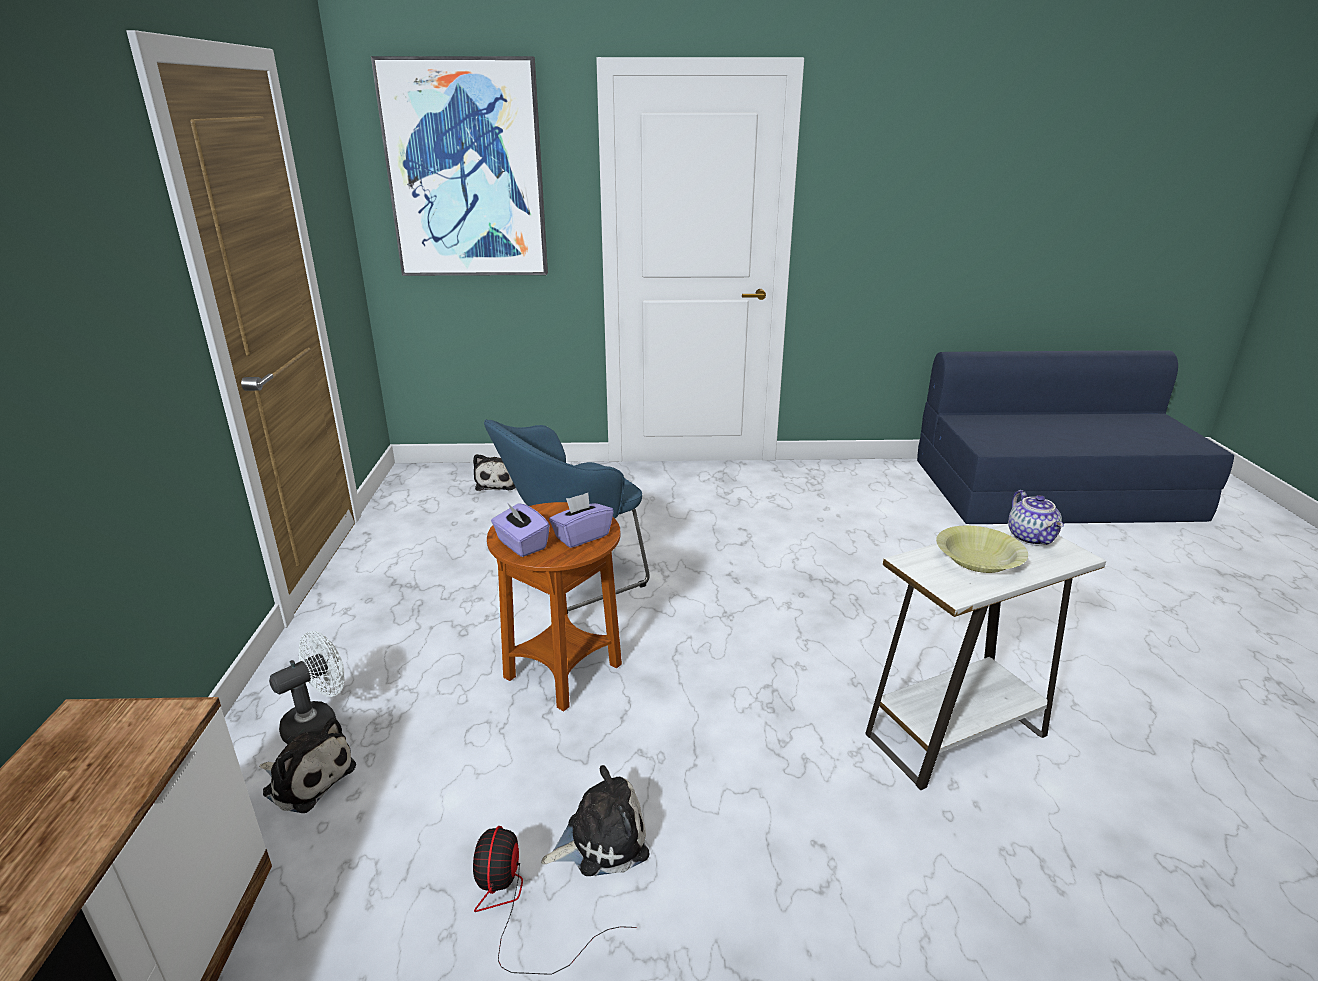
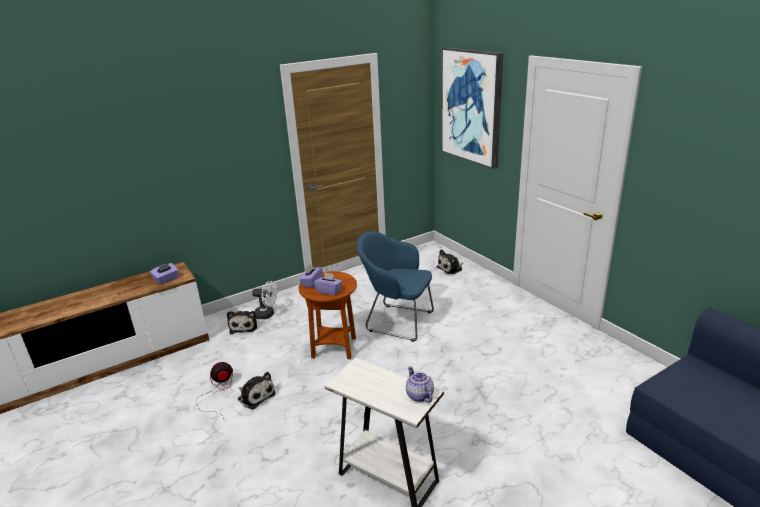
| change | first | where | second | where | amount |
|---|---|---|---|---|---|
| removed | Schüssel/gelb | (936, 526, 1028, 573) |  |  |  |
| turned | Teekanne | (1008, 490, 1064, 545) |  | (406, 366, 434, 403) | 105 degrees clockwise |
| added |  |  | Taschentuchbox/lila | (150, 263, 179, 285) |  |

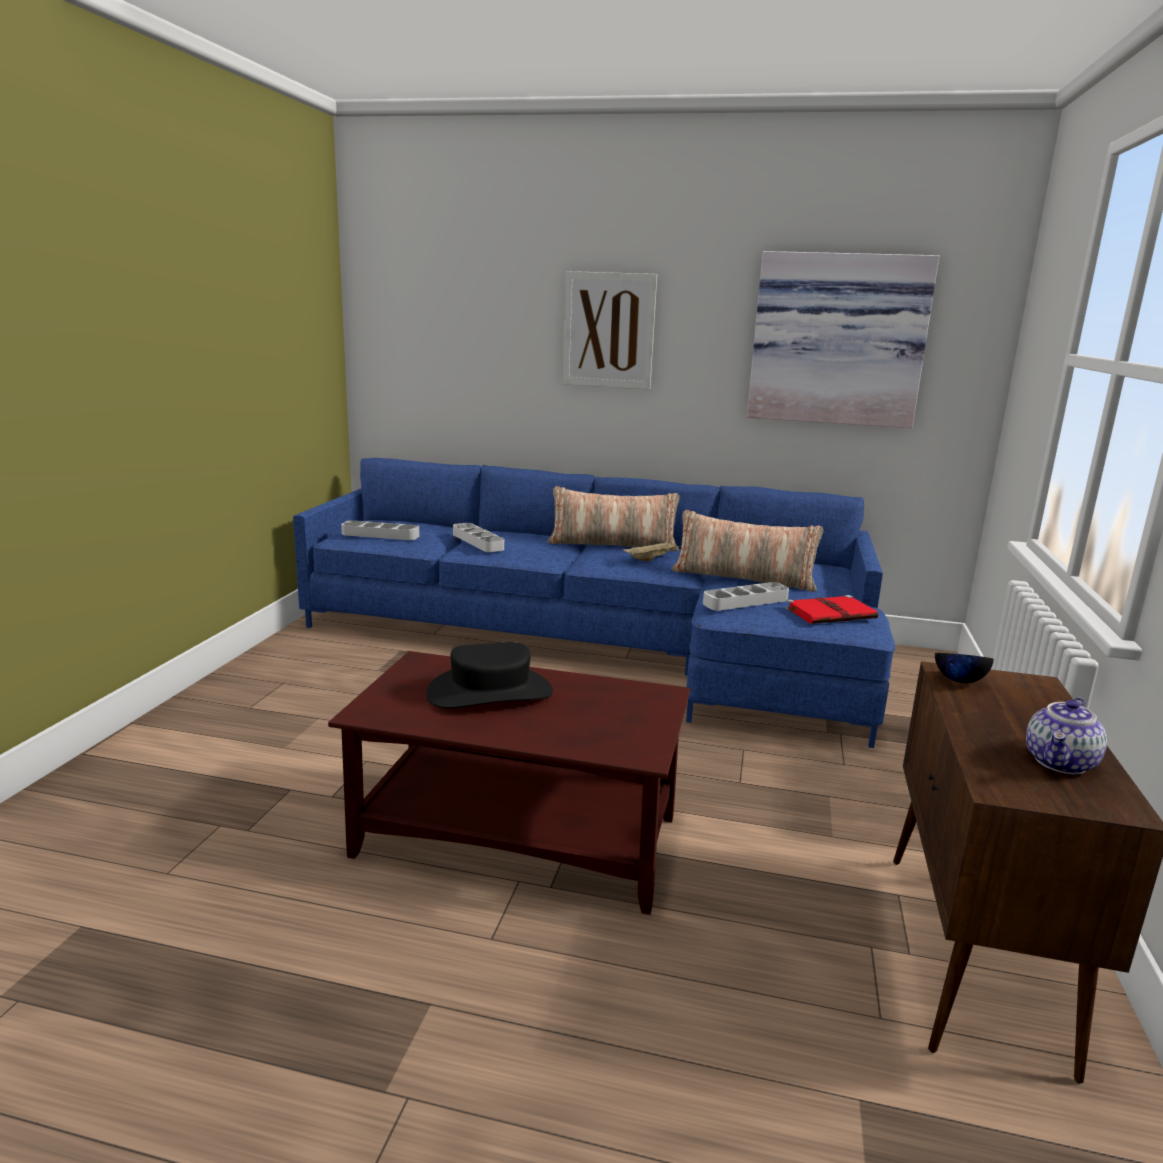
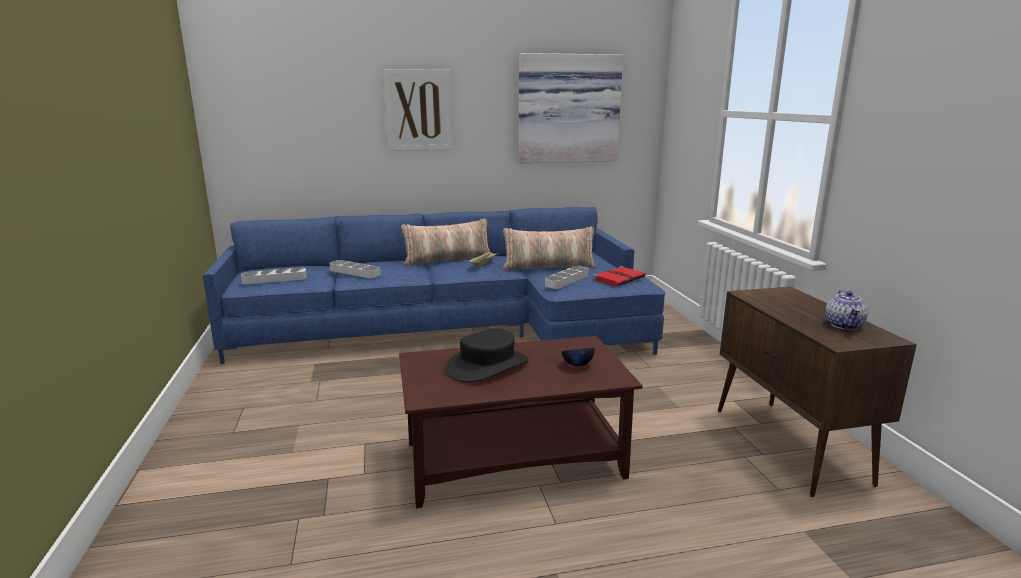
| change | first | where | second | where | amount |
|---|---|---|---|---|---|
| moved | Schüssel/schwarz | (935, 653, 994, 683) |  | (561, 348, 595, 366) |  |

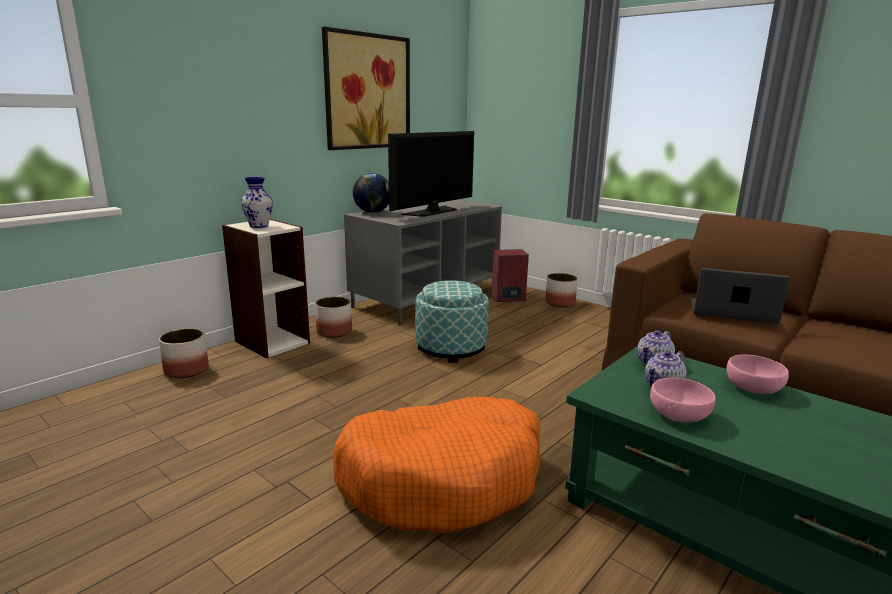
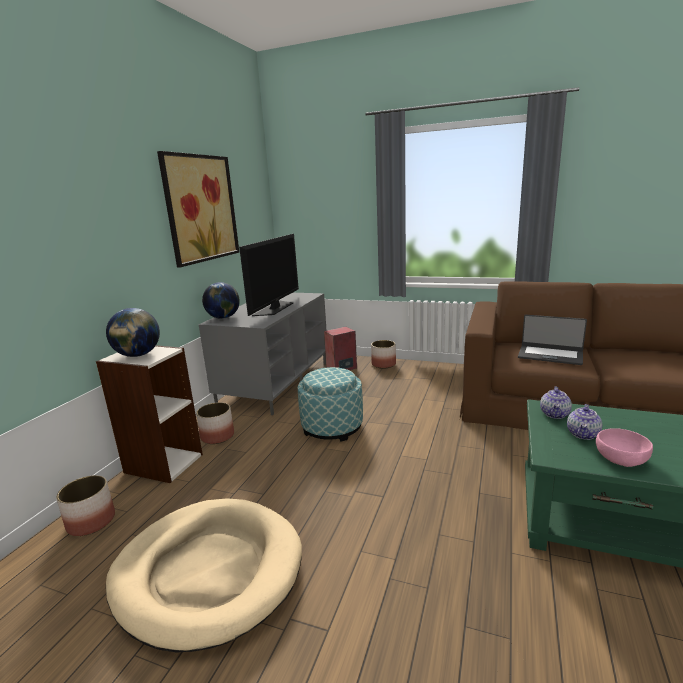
| change | first | where | second | where | amount |
|---|---|---|---|---|---|
| replaced | Vase | (241, 177, 273, 228) | Globus | (106, 308, 160, 357) |  |
| removed | Hundebett/orange | (333, 397, 540, 534) |  |  |  |
| turned | Laptop | (690, 268, 790, 324) |  | (518, 315, 587, 365) | 150 degrees counterclockwise |
| removed | Schüssel/rosa | (727, 354, 789, 394) |  |  |  |
| added |  |  | Hundebett/beige | (106, 498, 302, 653) |  |

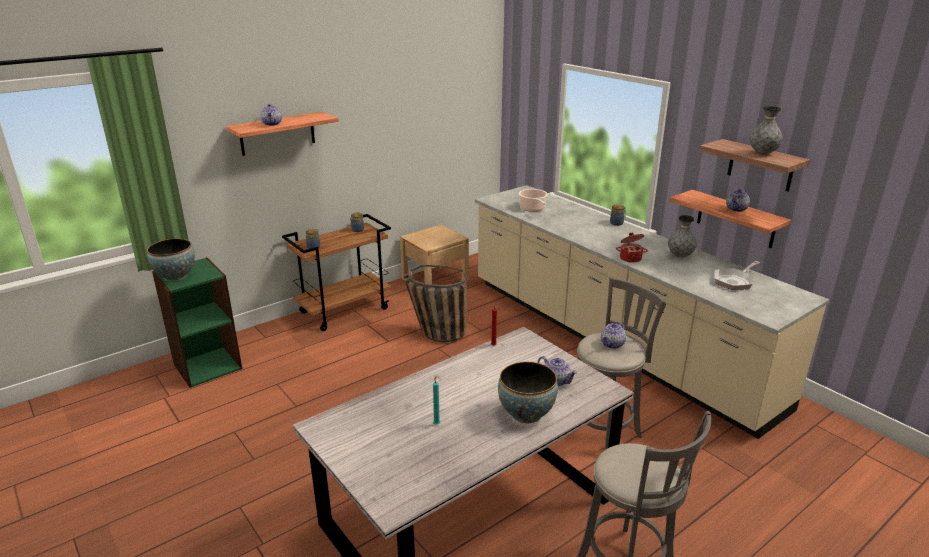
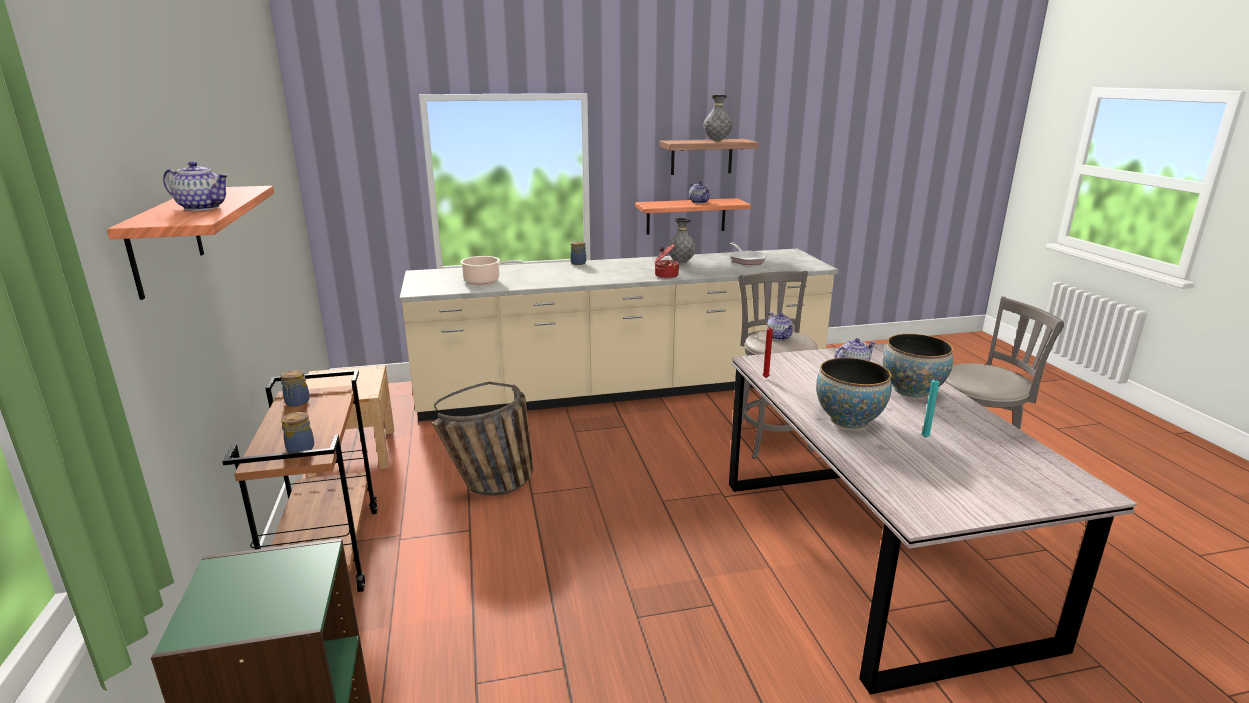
| change | first | where | second | where | amount |
|---|---|---|---|---|---|
| moved | Schüssel | (147, 239, 195, 281) |  | (816, 358, 892, 429) |  |

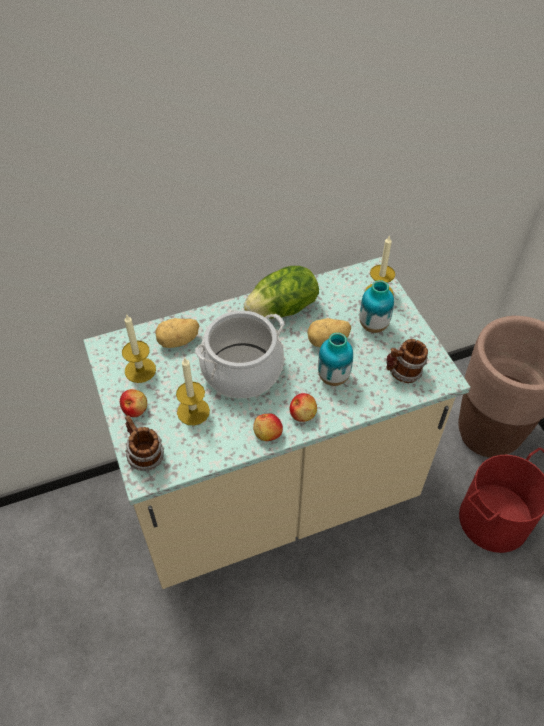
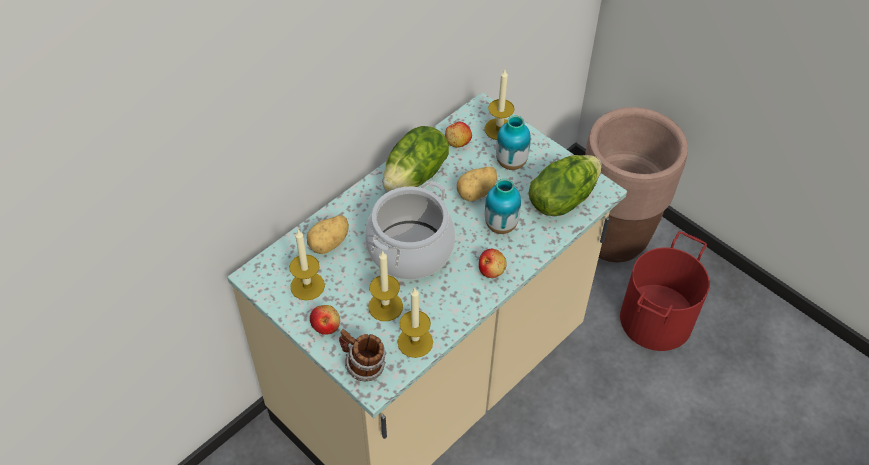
| change | first | where | second | where | amount |
|---|---|---|---|---|---|
| moved | Apfel | (253, 413, 283, 441) |  | (445, 121, 472, 147) |  |
| replaced | Henkelbecher | (386, 339, 428, 383) | Salatkopf | (528, 155, 602, 216) |  |
| added |  |  | Kerze | (397, 287, 433, 358) |  |

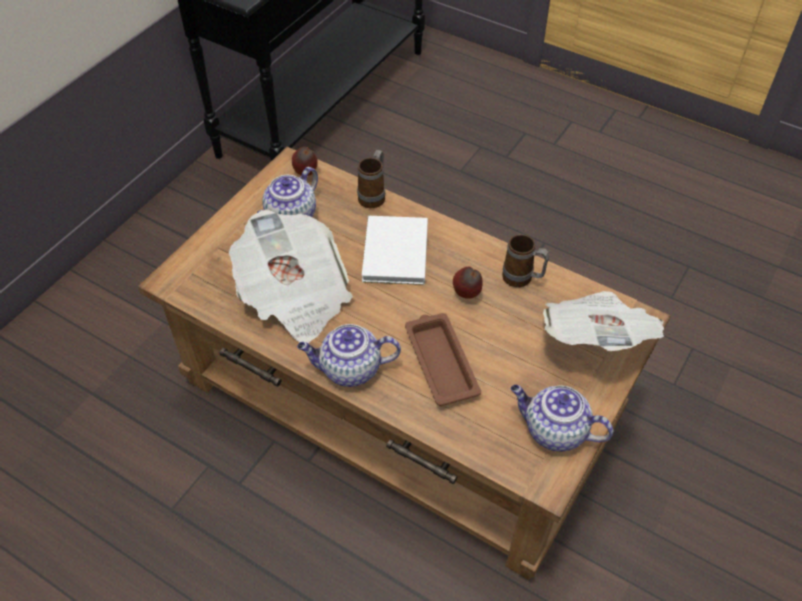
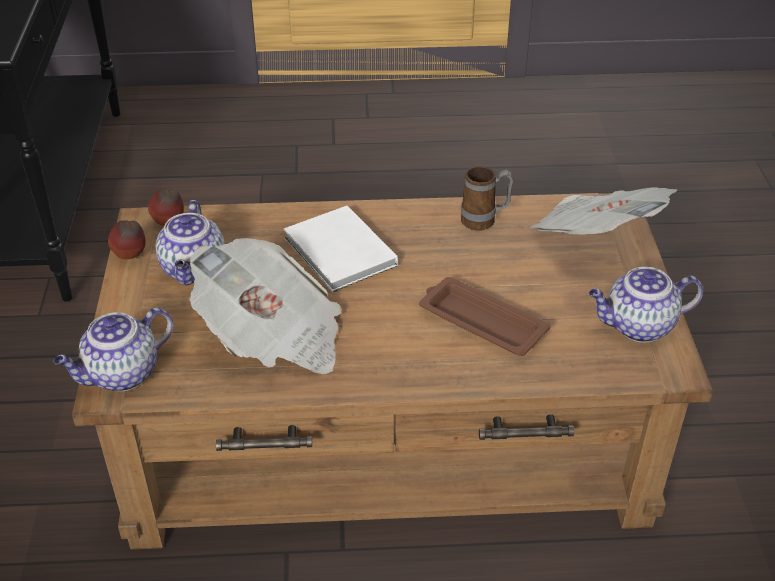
| change | first | where | second | where | amount |
|---|---|---|---|---|---|
| moved | Teekanne | (297, 324, 401, 387) |  | (54, 308, 173, 391) |  |
| removed | Henkelbecher | (357, 150, 385, 208) |  |  |  |
| moved | Apfel | (453, 267, 483, 299) |  | (108, 220, 146, 259) |  |

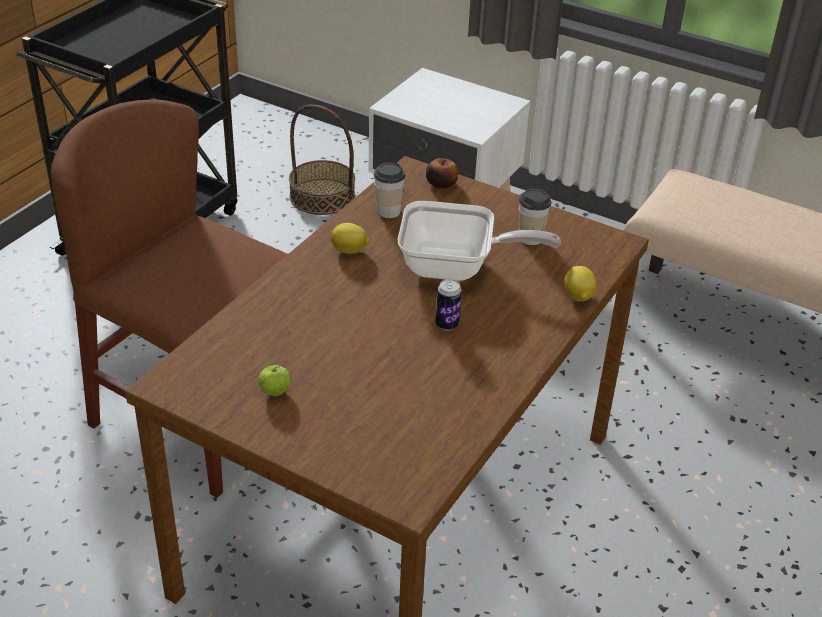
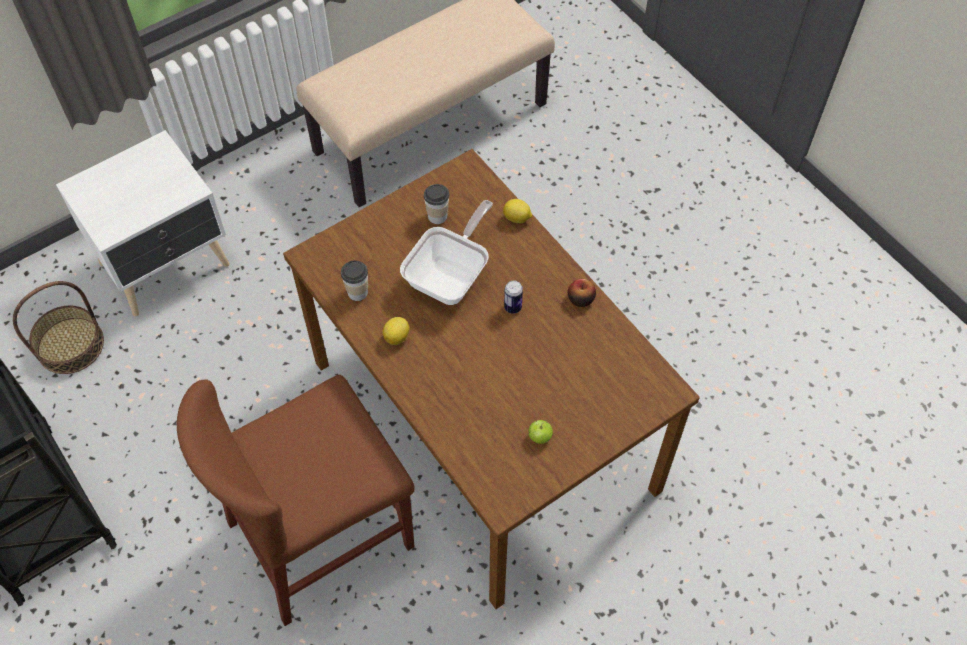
| change | first | where | second | where | amount |
|---|---|---|---|---|---|
| moved | Apfel | (426, 158, 458, 189) |  | (568, 279, 596, 307) |  |

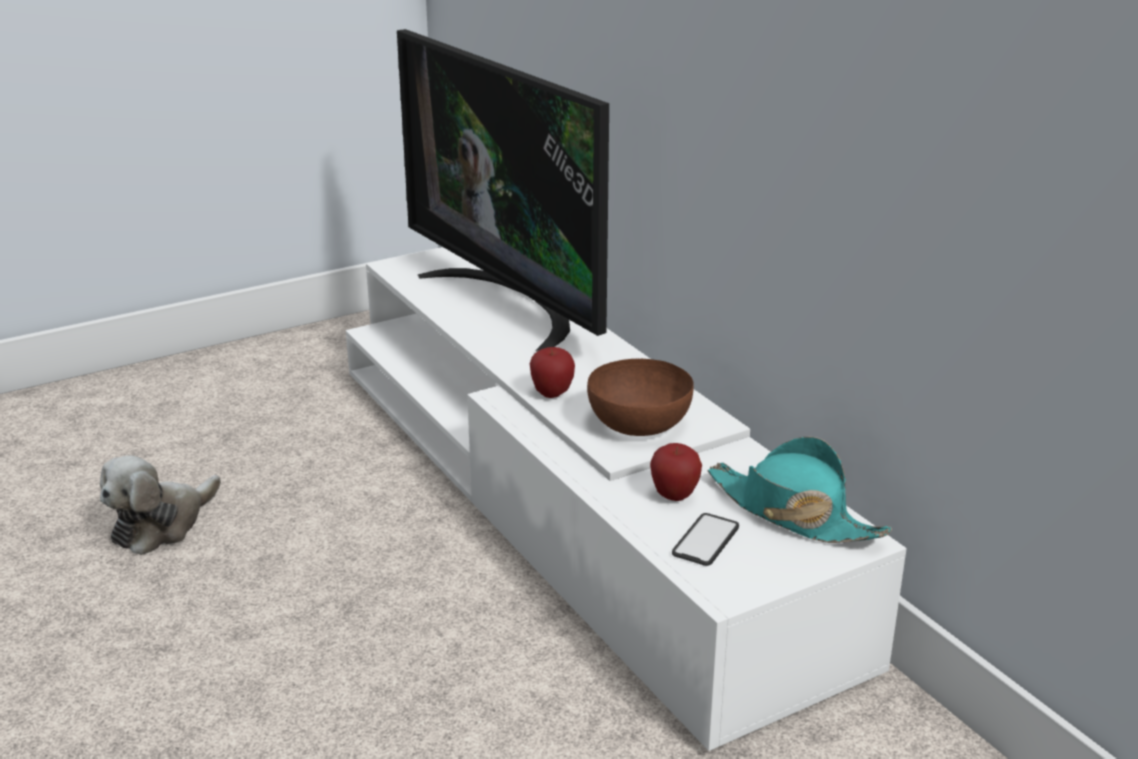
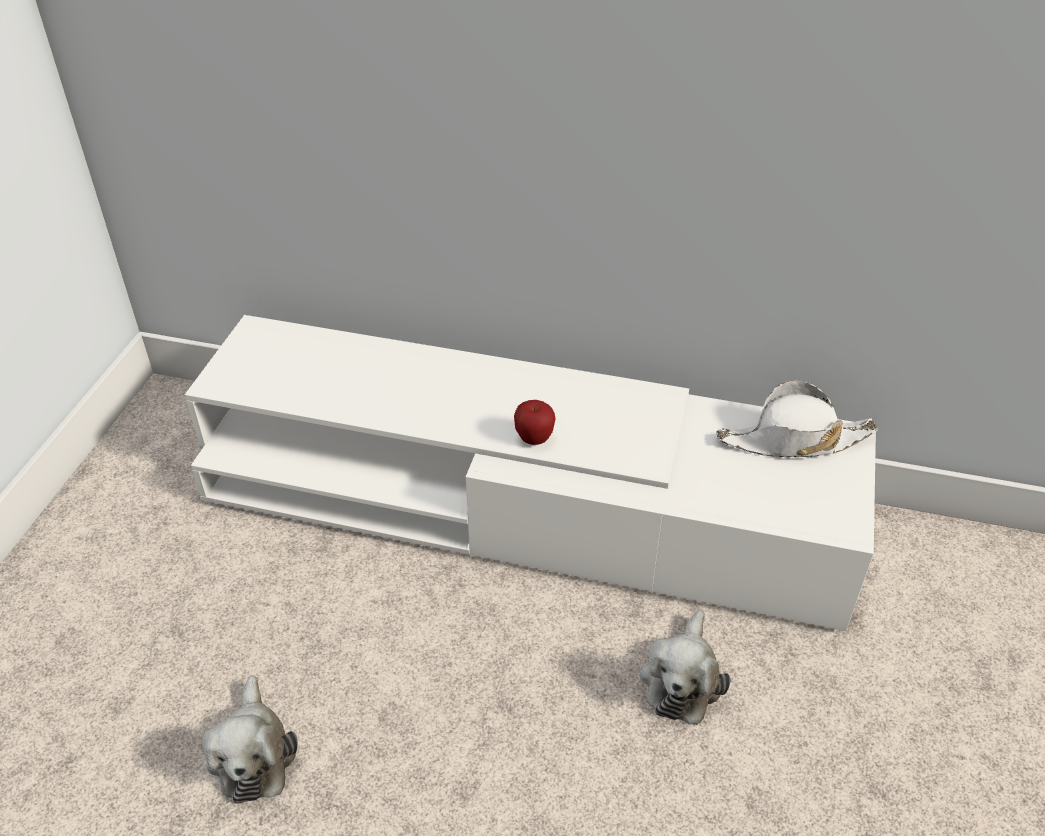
| change | first | where | second | where | amount |
|---|---|---|---|---|---|
| removed | Fernseher | (397, 29, 609, 352) |  |  |  |
| removed | Schüssel/braun | (587, 359, 694, 436) |  |  |  |
| removed | Apfel | (650, 443, 702, 501) |  |  |  |
| removed | Handy | (672, 513, 739, 566) |  |  |  |
| recoloured | Hut/türkis | (708, 436, 892, 543) | Hut/weiß | (716, 380, 878, 457) |  |
| added |  |  | Plüschtier | (639, 610, 731, 725) |  |

